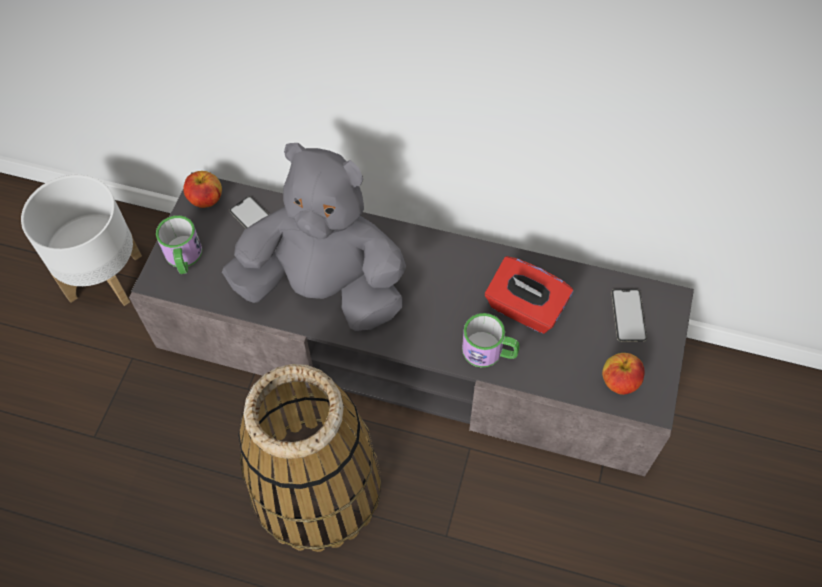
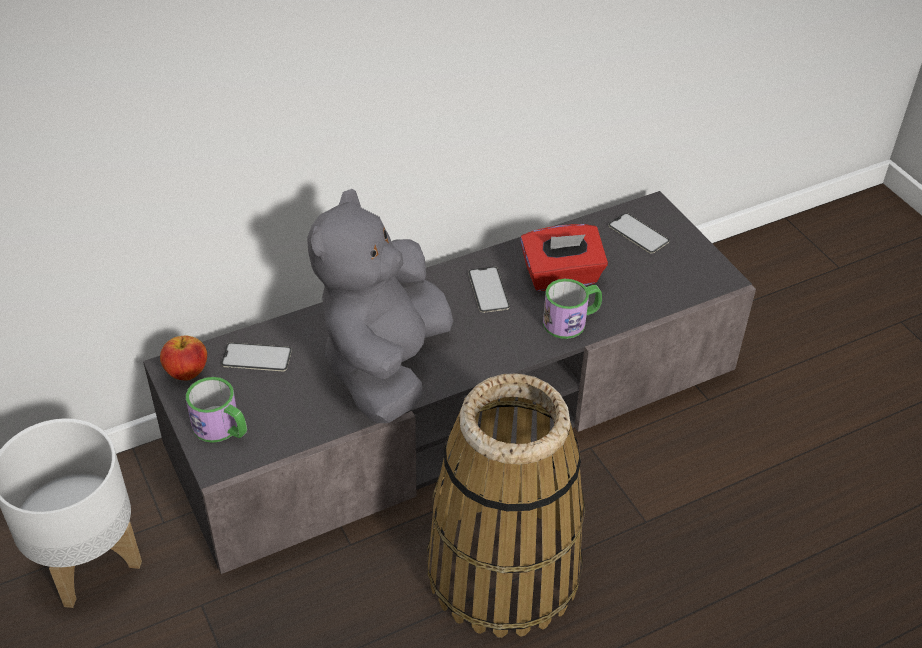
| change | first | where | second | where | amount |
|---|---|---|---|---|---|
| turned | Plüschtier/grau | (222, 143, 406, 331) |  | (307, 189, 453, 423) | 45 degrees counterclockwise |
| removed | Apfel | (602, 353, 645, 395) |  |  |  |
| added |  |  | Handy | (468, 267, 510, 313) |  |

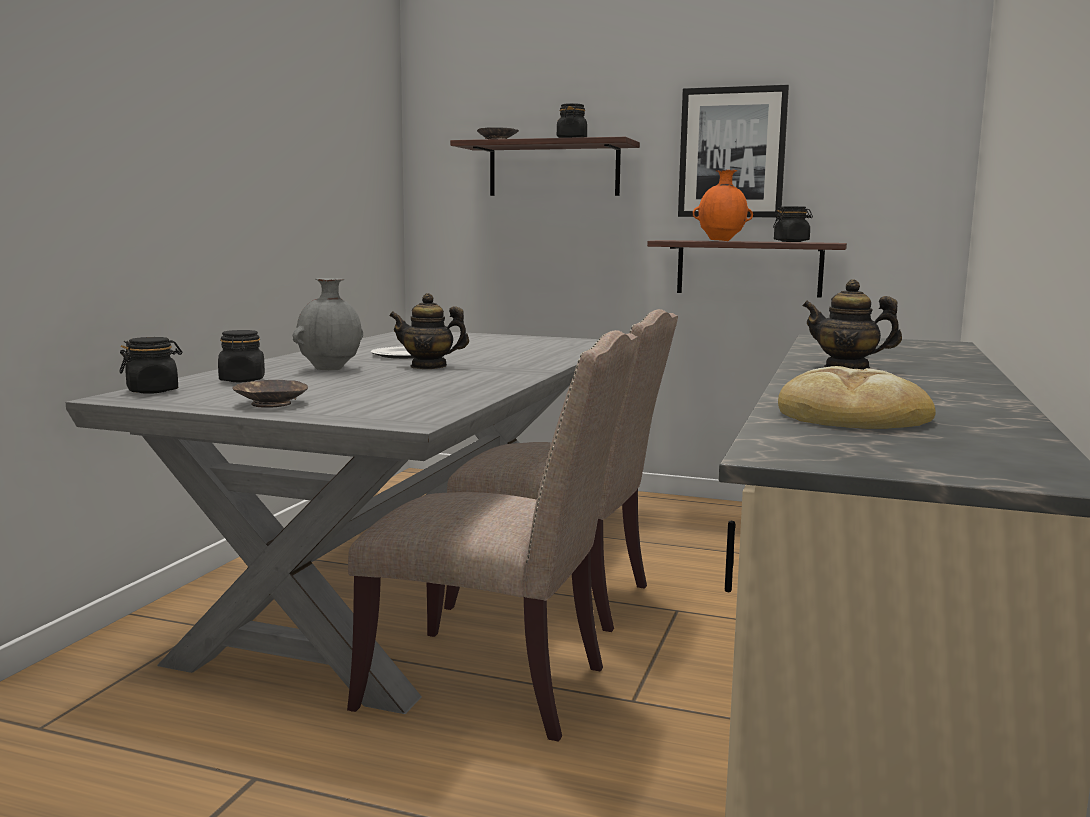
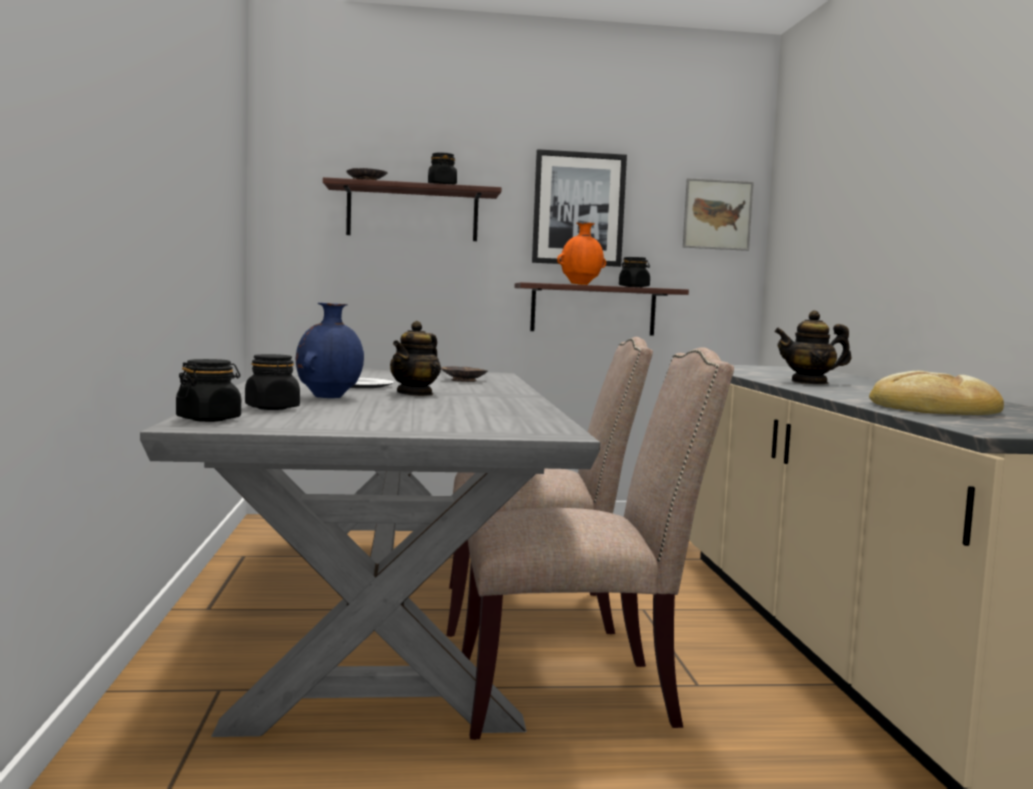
| change | first | where | second | where | amount |
|---|---|---|---|---|---|
| moved | Schüssel/braun | (232, 380, 308, 408) |  | (441, 366, 488, 382) |  |
| recoloured | Vase/grau | (292, 278, 363, 370) | Vase/blau | (296, 303, 364, 398) |  |
| turned | Teekanne | (389, 293, 469, 369) |  | (390, 321, 441, 396) | 45 degrees counterclockwise |
| added |  |  | Bild | (683, 178, 754, 251) |  |

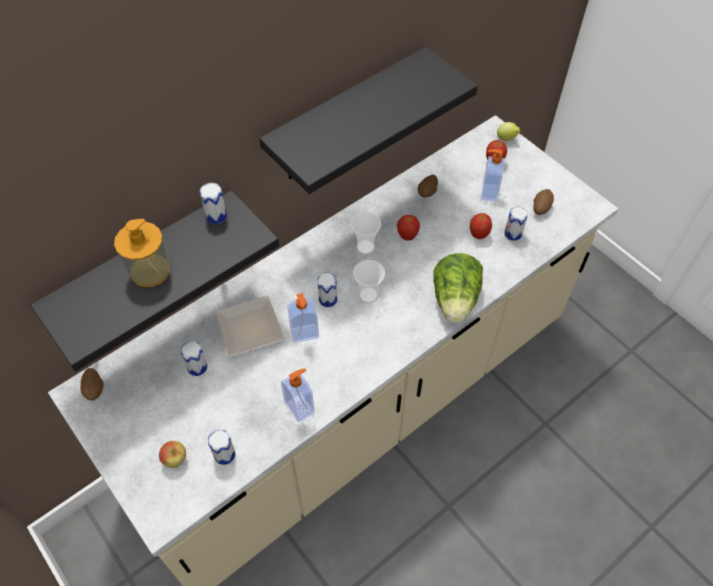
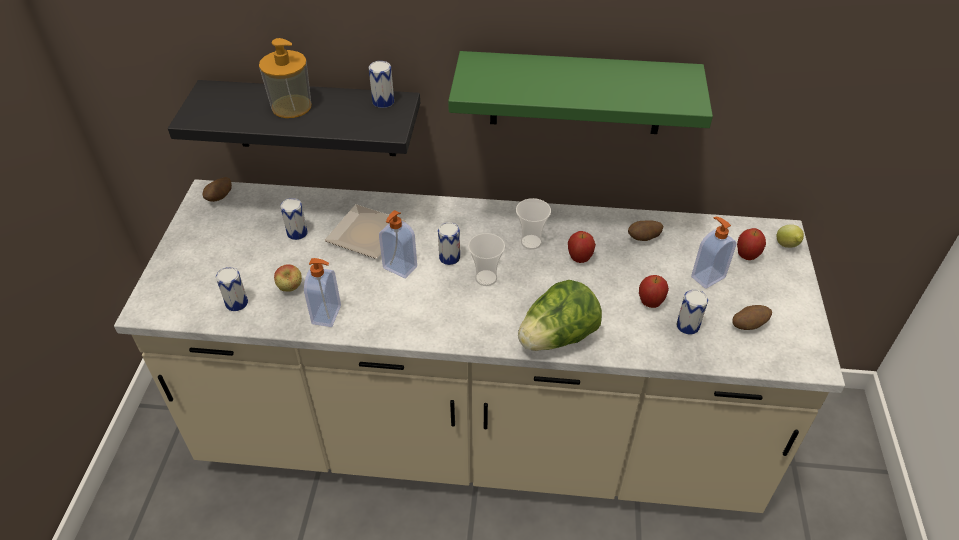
| change | first | where | second | where | amount |
|---|---|---|---|---|---|
| moved | Apfel | (159, 441, 186, 468) |  | (274, 264, 302, 291) |  |
| recoloured | Wandregal/schwarz | (259, 47, 478, 194) | Wandregal/grün | (448, 51, 713, 134) |  |

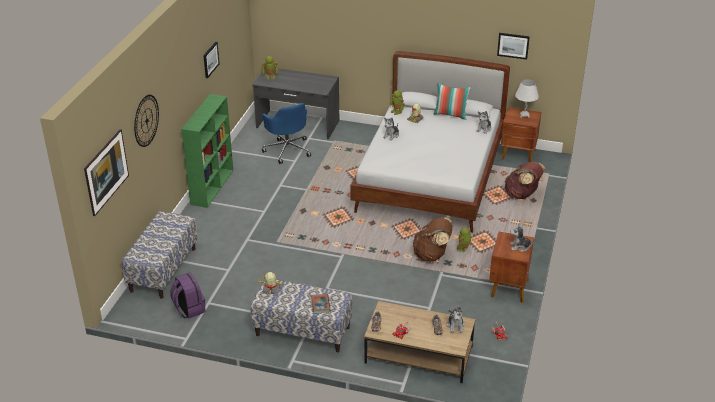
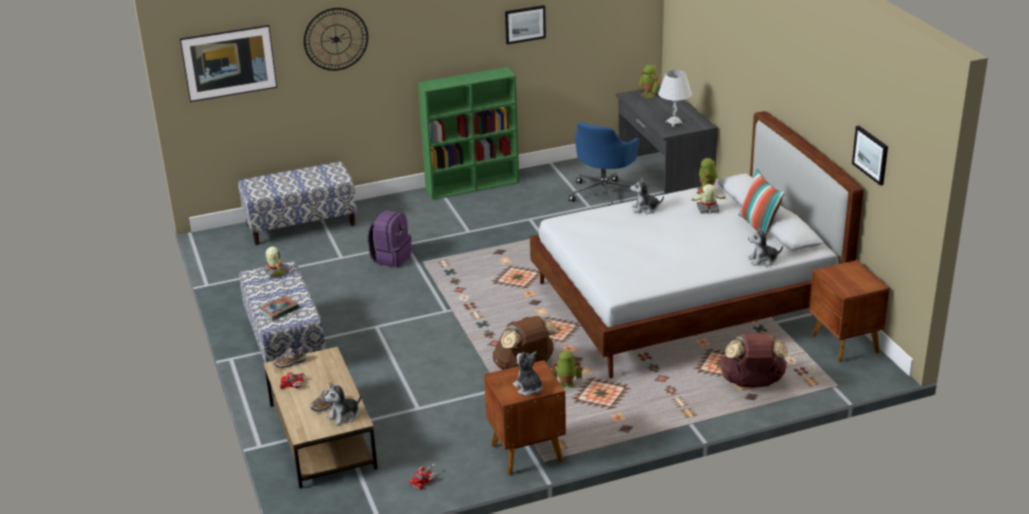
| change | first | where | second | where | amount |
|---|---|---|---|---|---|
| moved | Rucksack/lila | (170, 272, 205, 319) |  | (368, 210, 411, 268) |  |
| moved | Tischlampe/weiß | (515, 79, 539, 118) |  | (658, 70, 692, 127) |  |

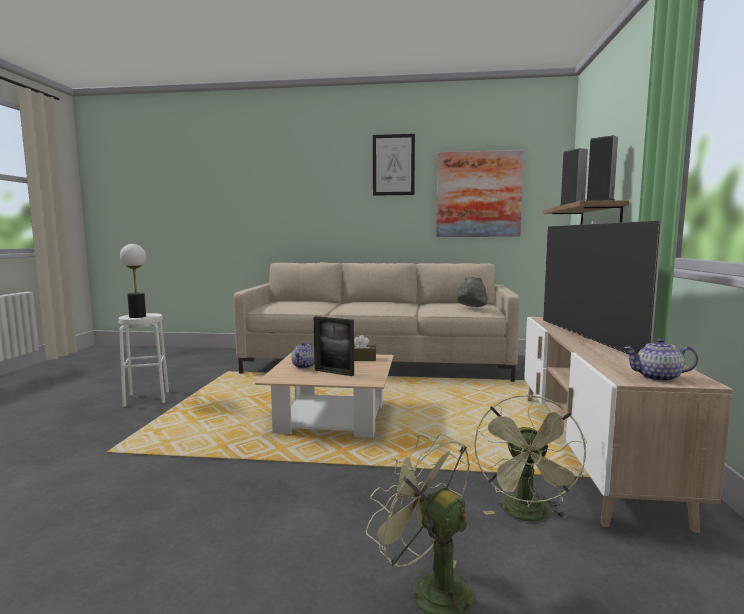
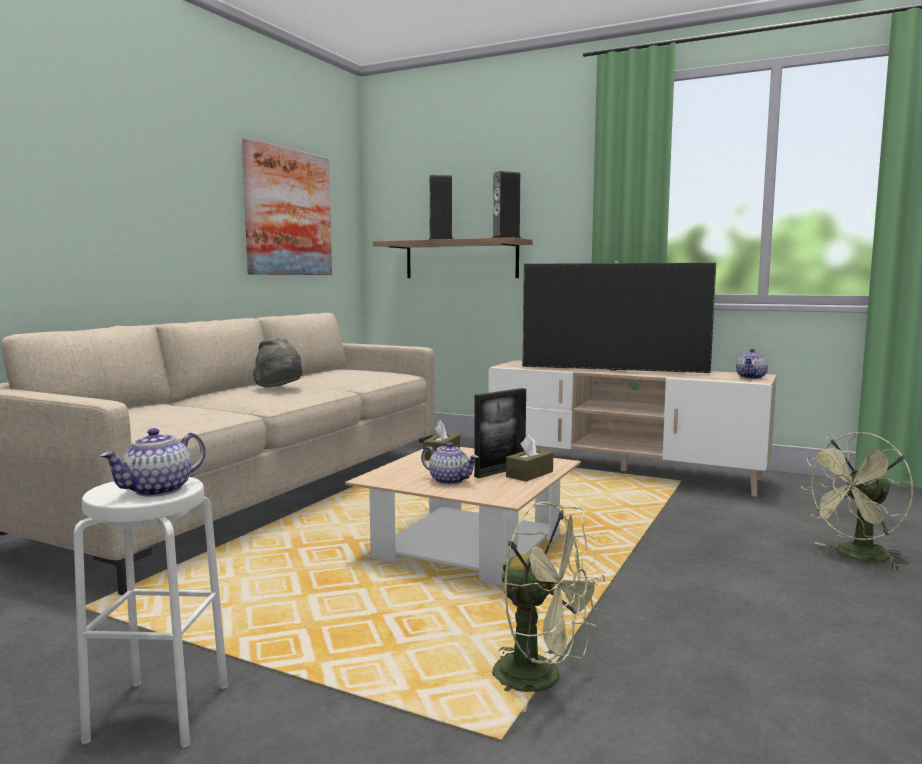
| change | first | where | second | where | amount |
|---|---|---|---|---|---|
| replaced | Tischlampe | (120, 244, 146, 318) | Teekanne | (100, 428, 205, 497) |  |
| removed | Bild | (373, 134, 415, 196) |  |  |  |
| moved | Hut/grau | (457, 277, 487, 307) |  | (253, 338, 302, 387) |  |
| moved | Ventilator/grün | (474, 394, 587, 522) |  | (492, 502, 605, 712) |  |
| added |  |  | Taschentuchbox/braun | (506, 434, 553, 481) |  |

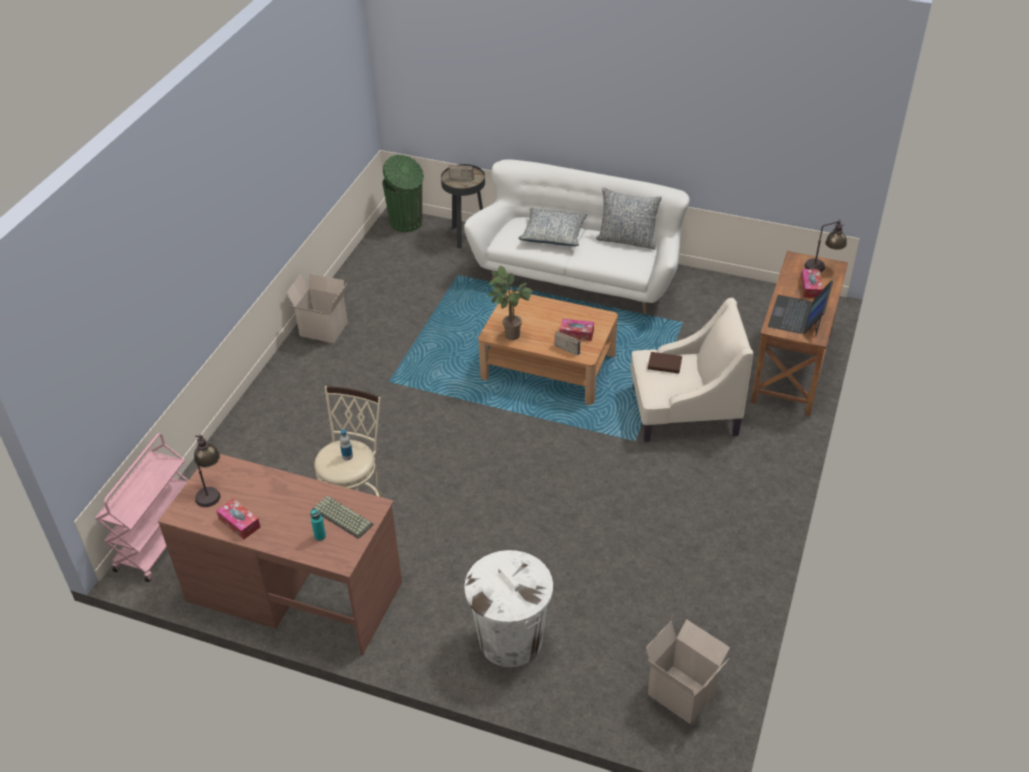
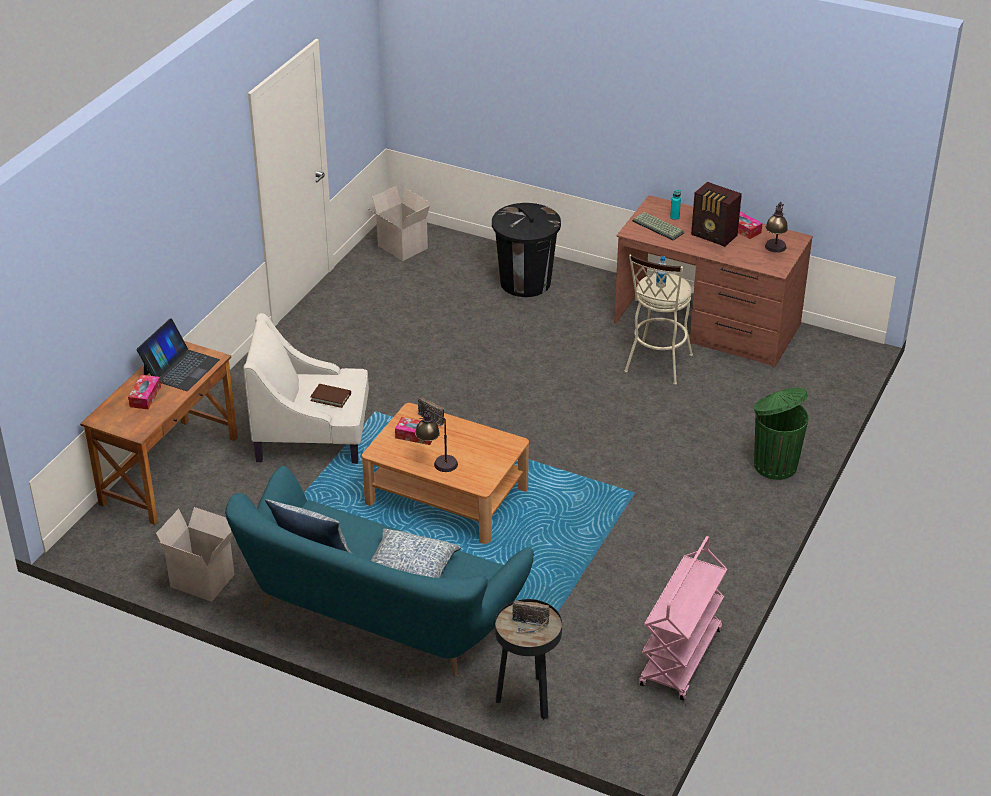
| change | first | where | second | where | amount |
|---|---|---|---|---|---|
| moved | Rollwagen/rosa | (95, 433, 189, 582) |  | (639, 536, 727, 700) |  |
| moved | Karton | (287, 273, 348, 343) |  | (156, 507, 234, 602) |  |
| moved | Mülleimer/grün | (382, 154, 424, 232) |  | (754, 388, 809, 480) |  |
| recoloured | Sofa/weiß | (464, 159, 690, 314) | Sofa/türkis | (225, 466, 534, 676) |  |
| recoloured | Mülleimer/weiß | (464, 550, 553, 667) | Mülleimer/schwarz | (492, 203, 561, 297) |  |
| removed | Topfpflanze | (488, 266, 533, 340) |  |  |  |
| moved | Tischlampe | (805, 219, 847, 272) |  | (415, 408, 458, 472) |  |
| added |  |  | Radio | (691, 182, 742, 247) |  |

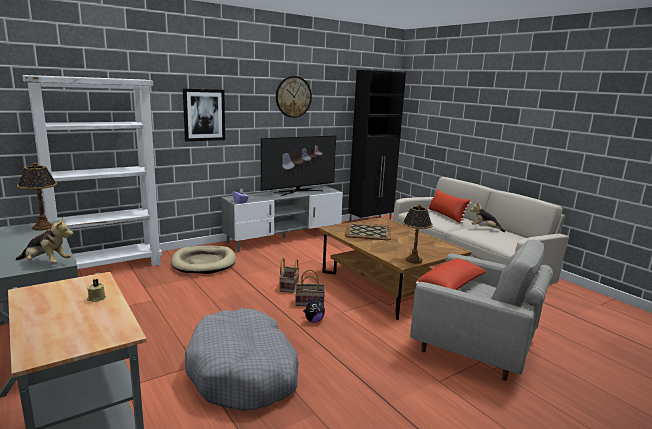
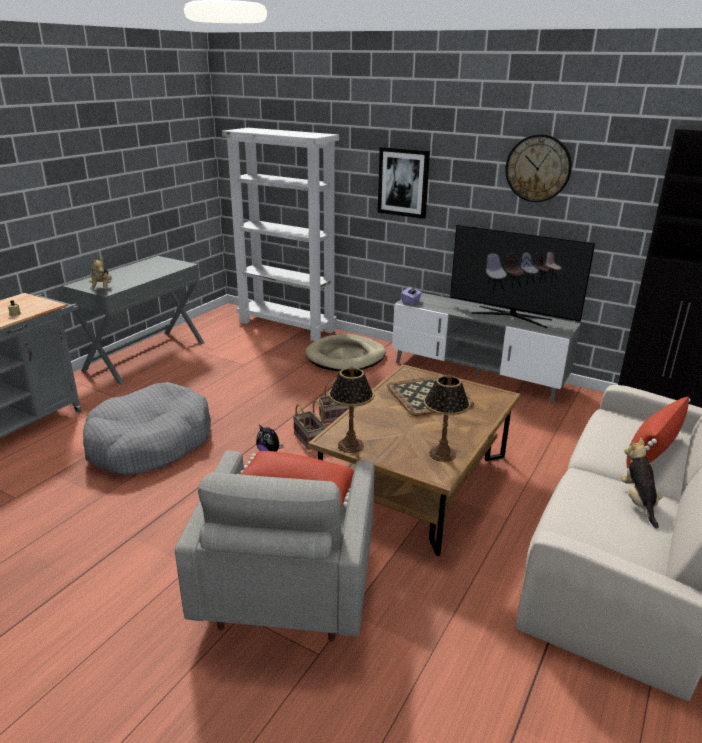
| change | first | where | second | where | amount |
|---|---|---|---|---|---|
| moved | Tischlampe | (17, 162, 57, 231) |  | (423, 374, 471, 462) |  |

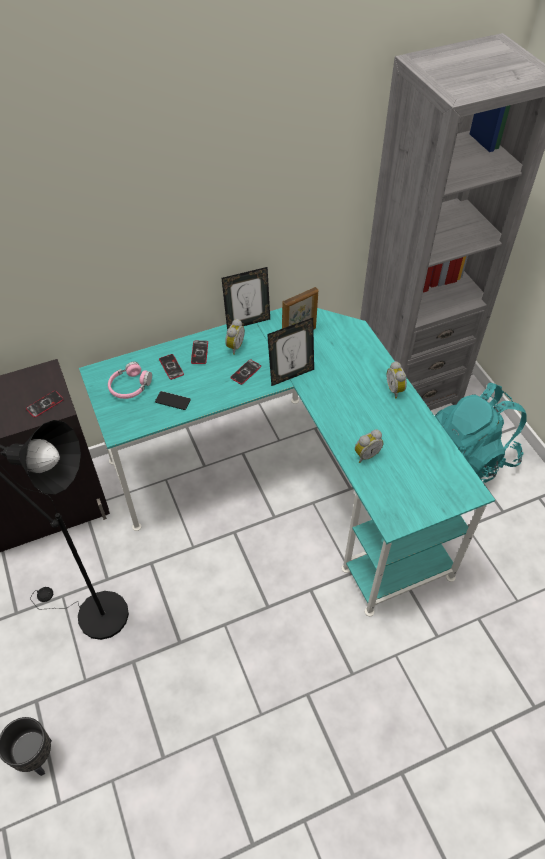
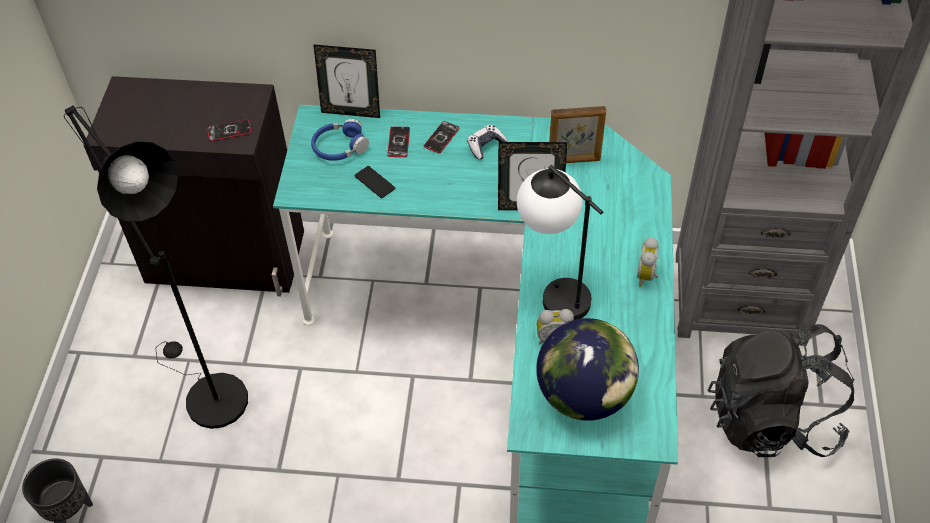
| change | first | where | second | where | amount |
|---|---|---|---|---|---|
| recoloured | Kopfhörer/rosa | (108, 362, 152, 399) | Kopfhörer/blau | (311, 119, 369, 161) |  |
| moved | Bilderrahmen | (221, 267, 270, 330) |  | (313, 44, 380, 118) |  |
| replaced | Wecker | (225, 319, 245, 355) | Gamepad | (467, 124, 508, 160) |  |
| removed | Handy | (230, 359, 261, 385) |  |  |  |
| recoloured | Rucksack/türkis | (435, 383, 527, 483) | Rucksack/schwarz | (708, 324, 854, 457) |  |
| added |  |  | Tischlampe | (517, 165, 603, 320) |  |
| added |  |  | Globus | (536, 318, 639, 421) |  |

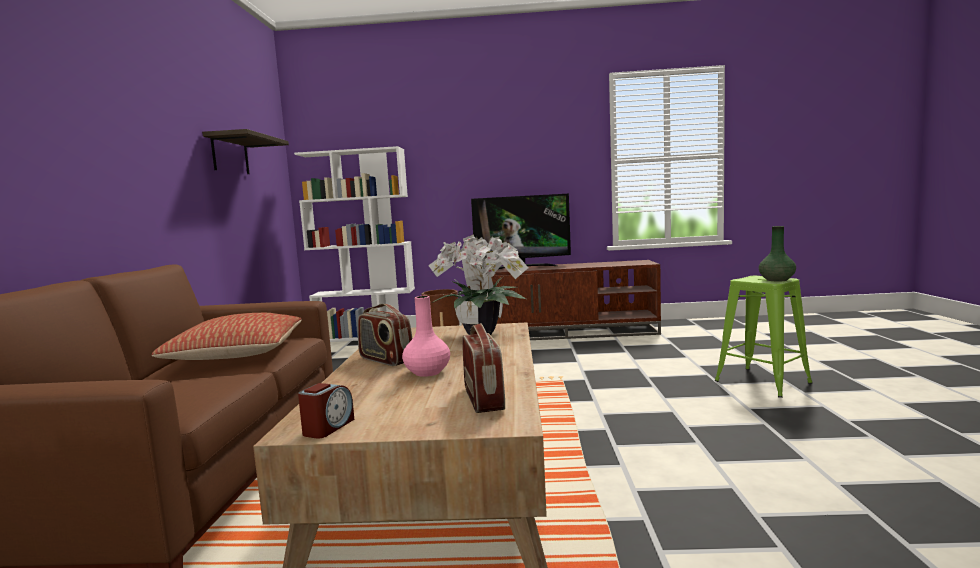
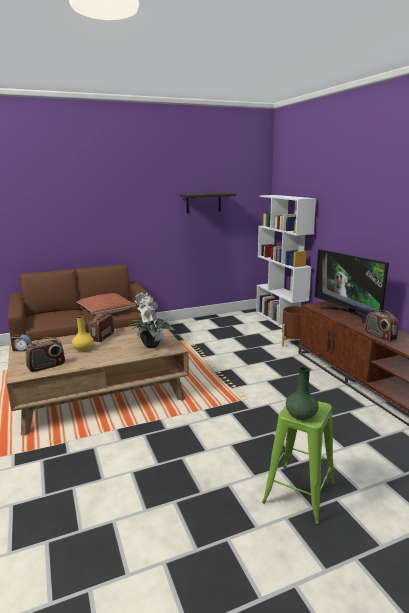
| change | first | where | second | where | amount |
|---|---|---|---|---|---|
| recoloured | Vase/rosa | (402, 296, 450, 377) | Vase/gelb | (72, 316, 94, 351) |  |
| added |  |  | Radio | (365, 310, 398, 342) |  |

